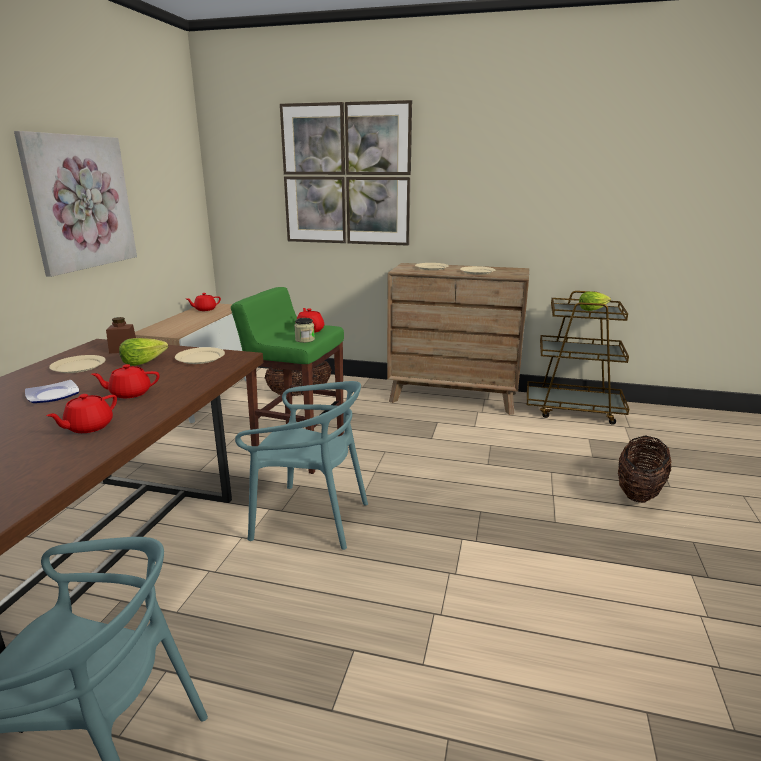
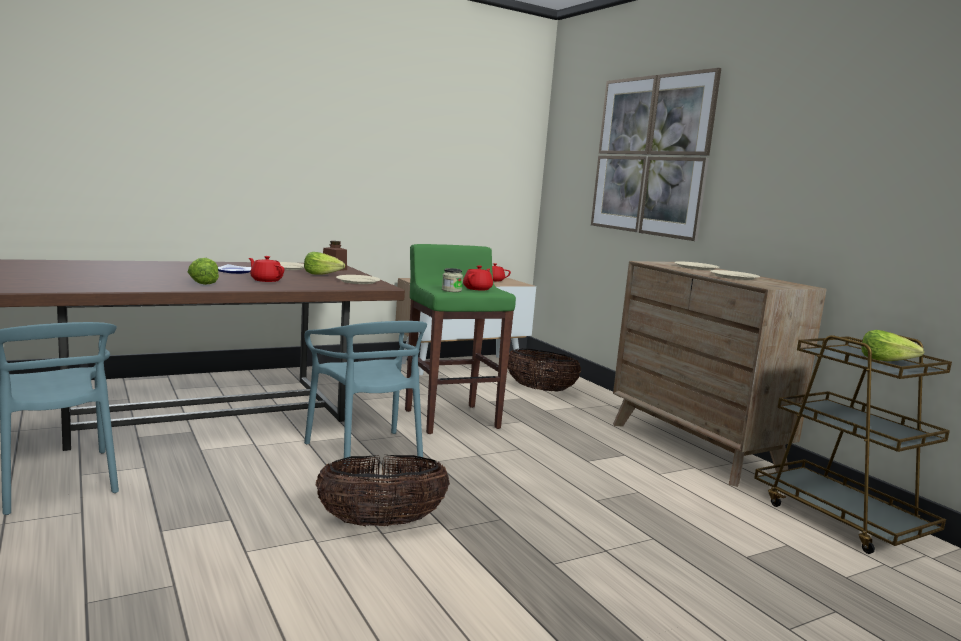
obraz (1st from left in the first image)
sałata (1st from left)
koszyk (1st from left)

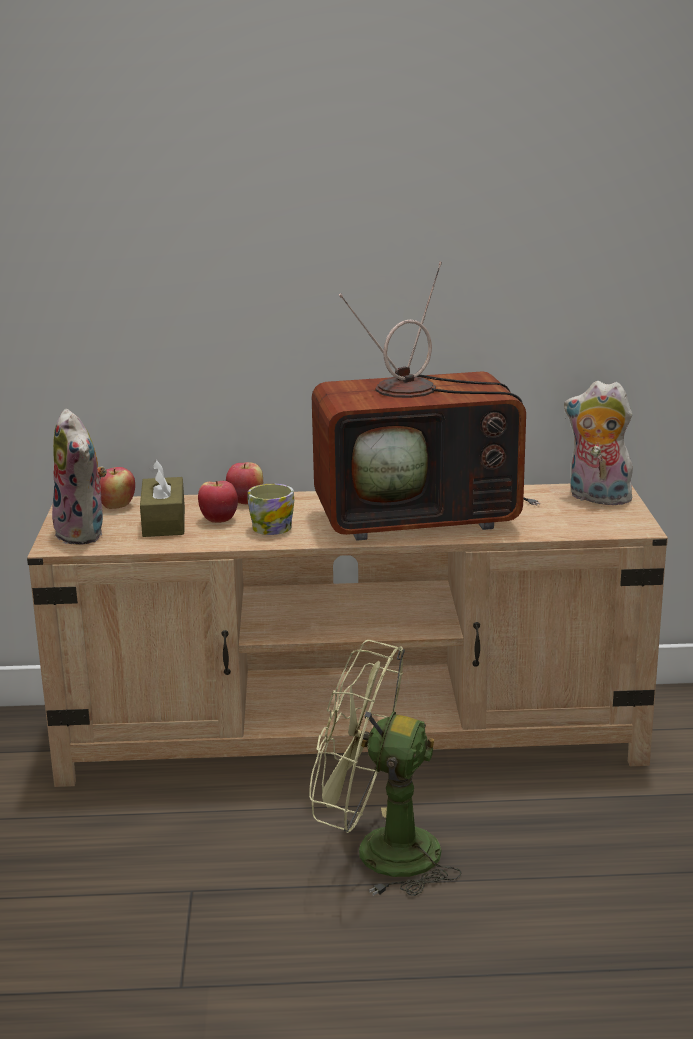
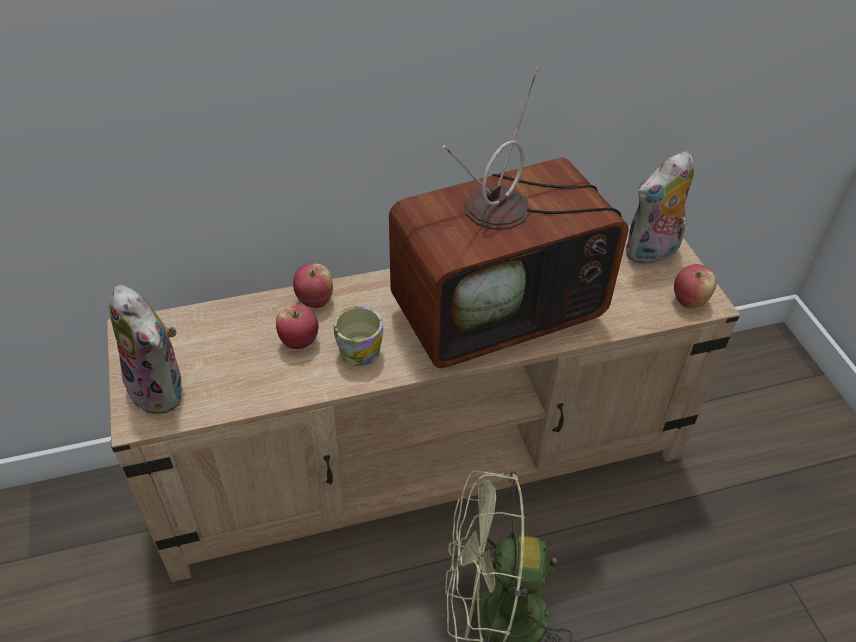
jabłko (3rd from left)
pudełko chusteczek (brązowy)
pluszak (2nd from left)

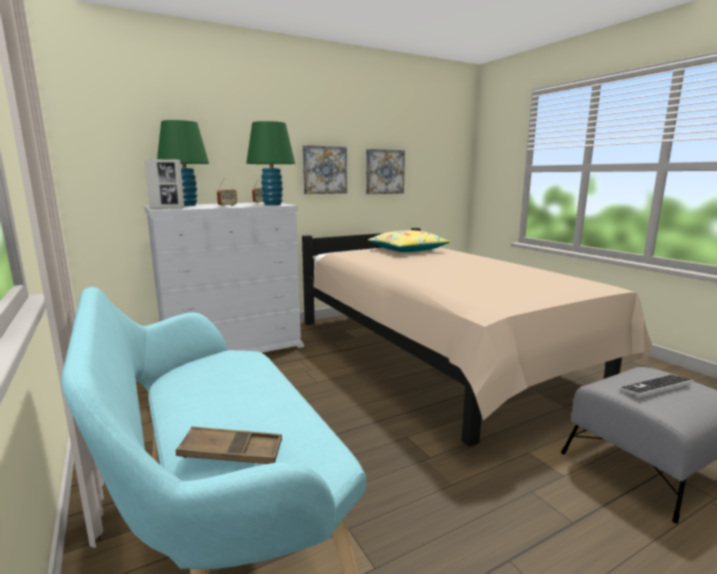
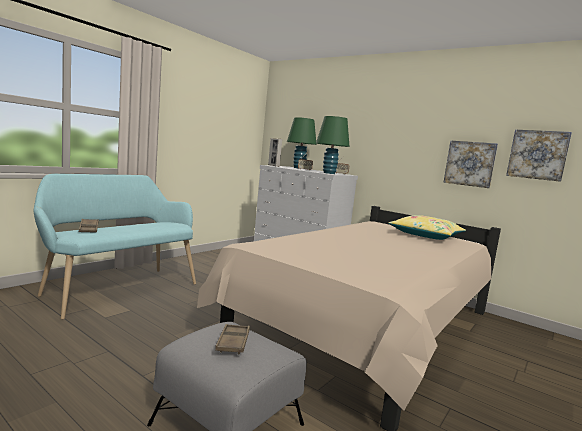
obraz (2nd from left)
taca (brązowy) (2nd from left)

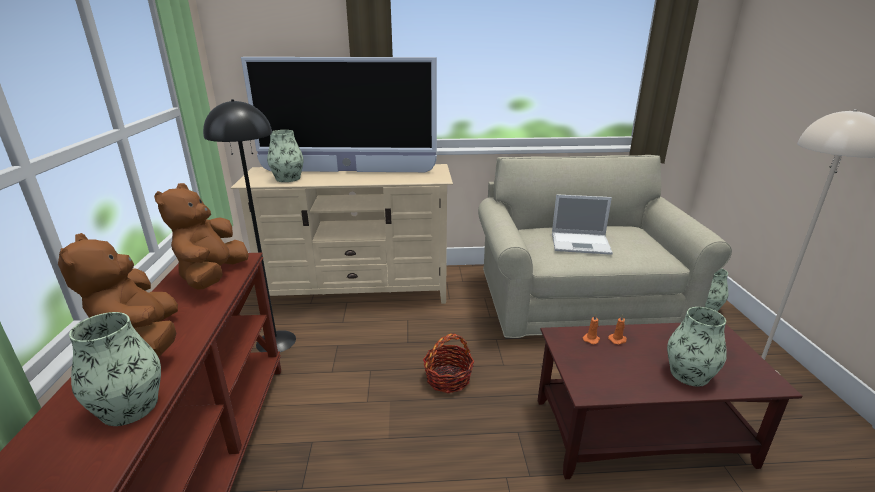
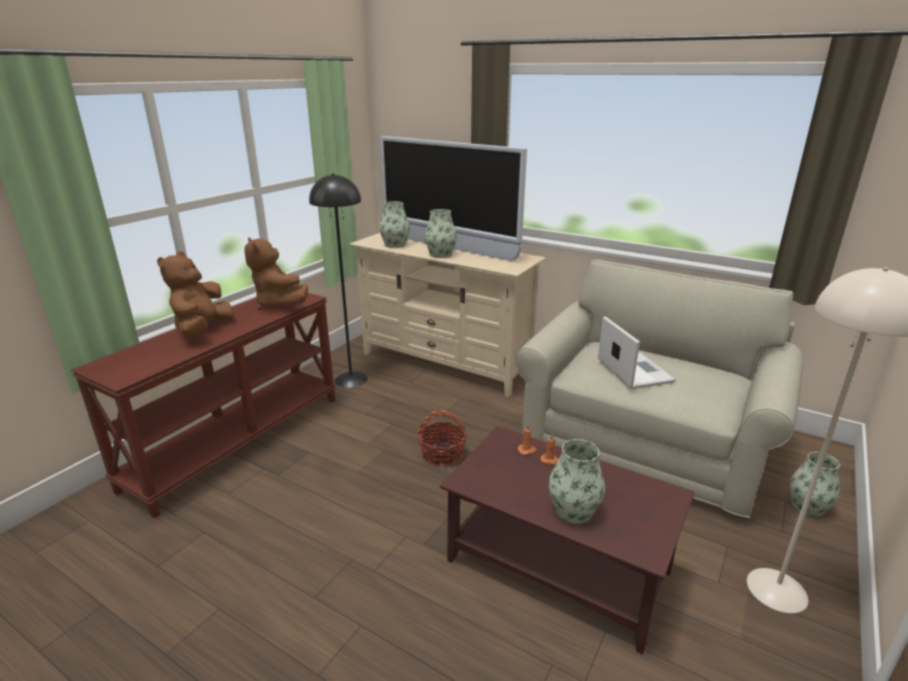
wazon (2nd from left)
pluszak (brązowy) (2nd from left)
laptop

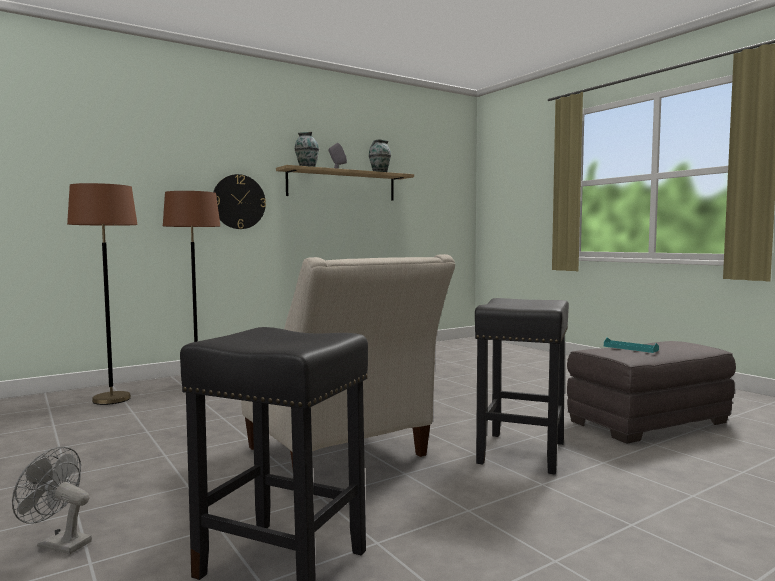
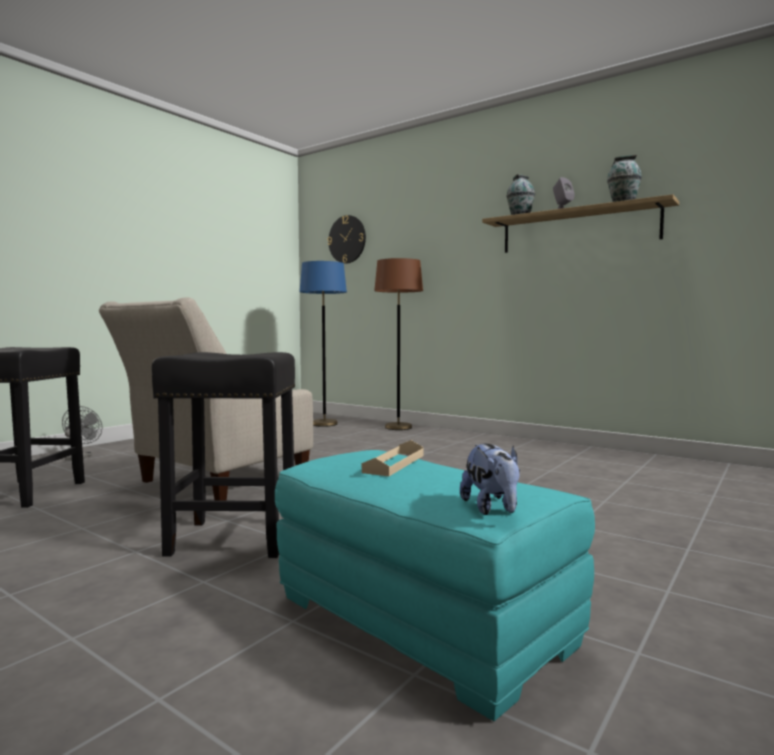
lampa stojąca (niebieski)
zegar ścienny
pufa (turkusowy)
taca (beżowy)
pluszak

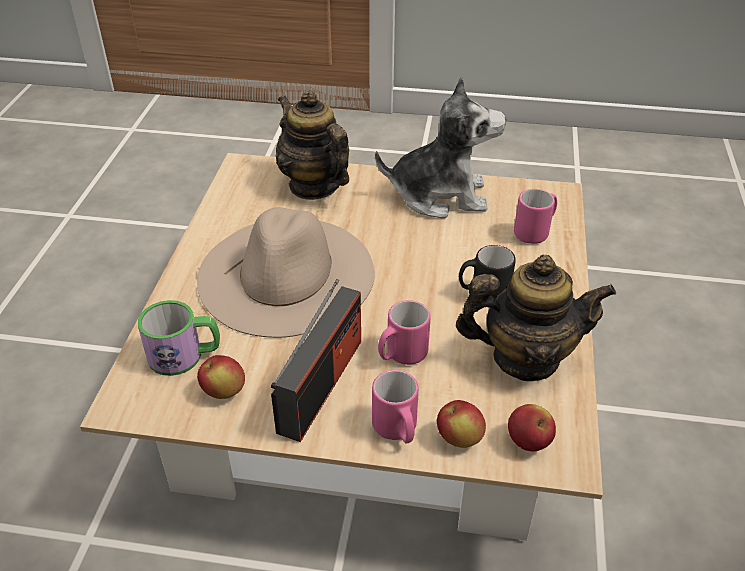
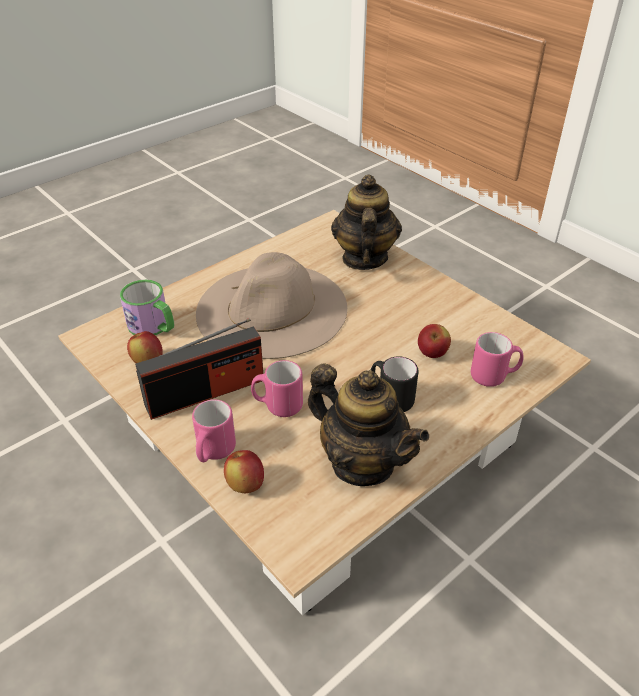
pluszak
jabłko (3rd from left)

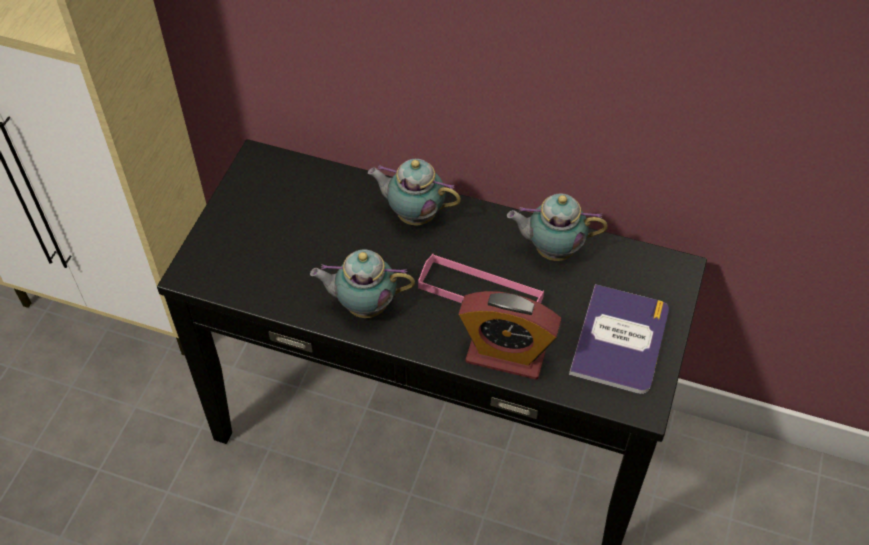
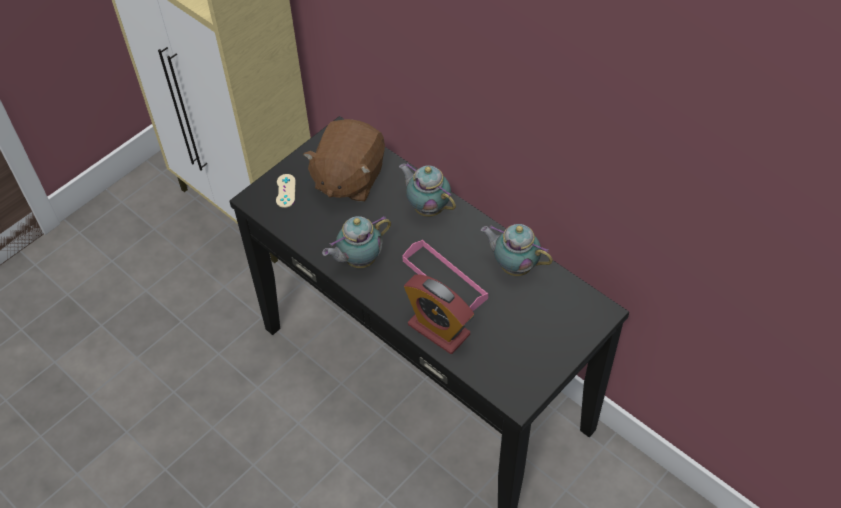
imbryk (1st from left)
książka
pad do gier (beżowy)
pluszak (brązowy)

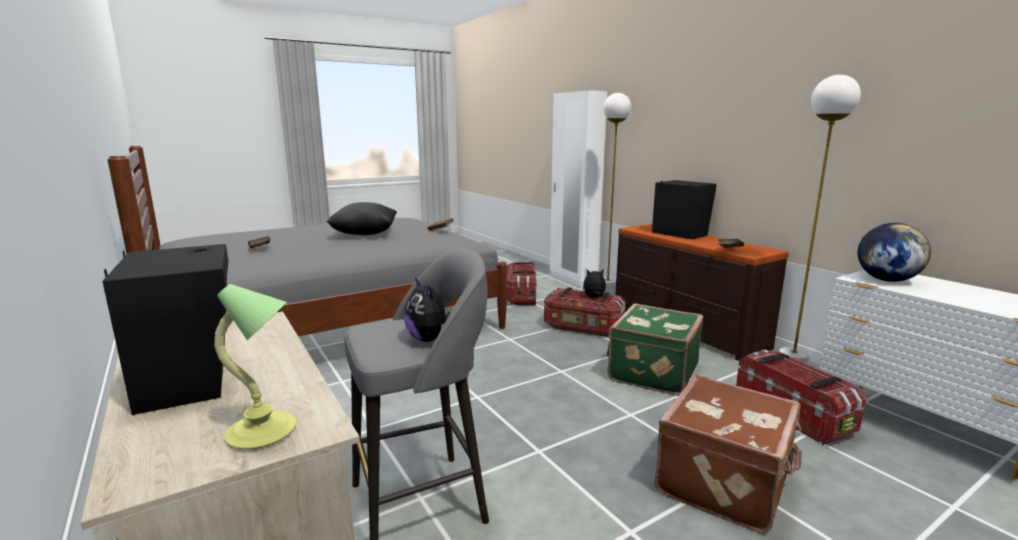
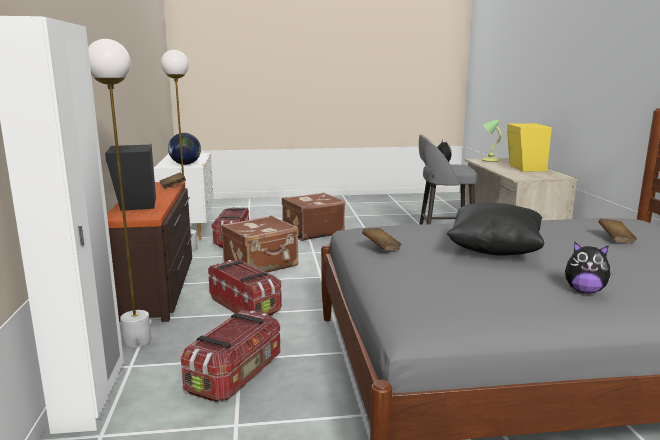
głośnik (żółty)
pluszak (2nd from left)
walizka (brązowy) (1st from left)

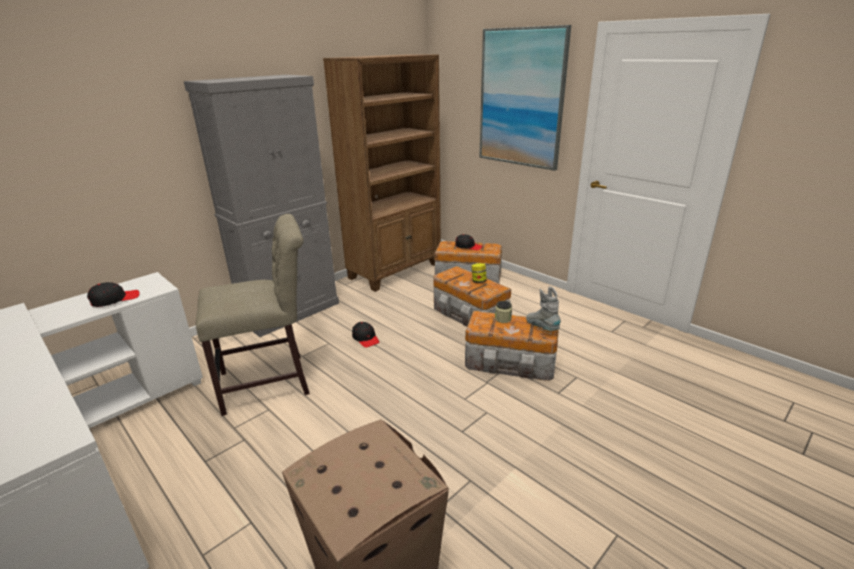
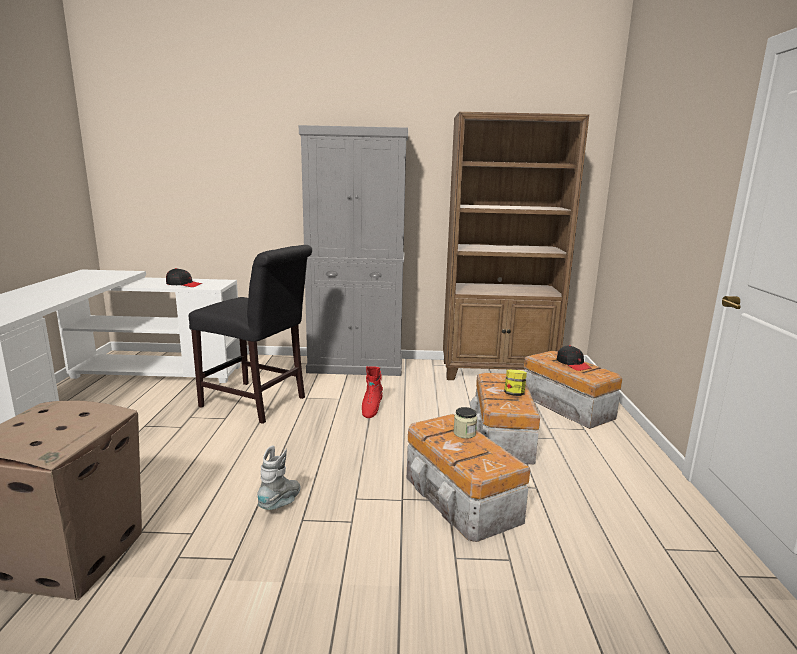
krzesło (czarny)
but z cholewką (czerwony)
obraz
but z cholewką (szary)

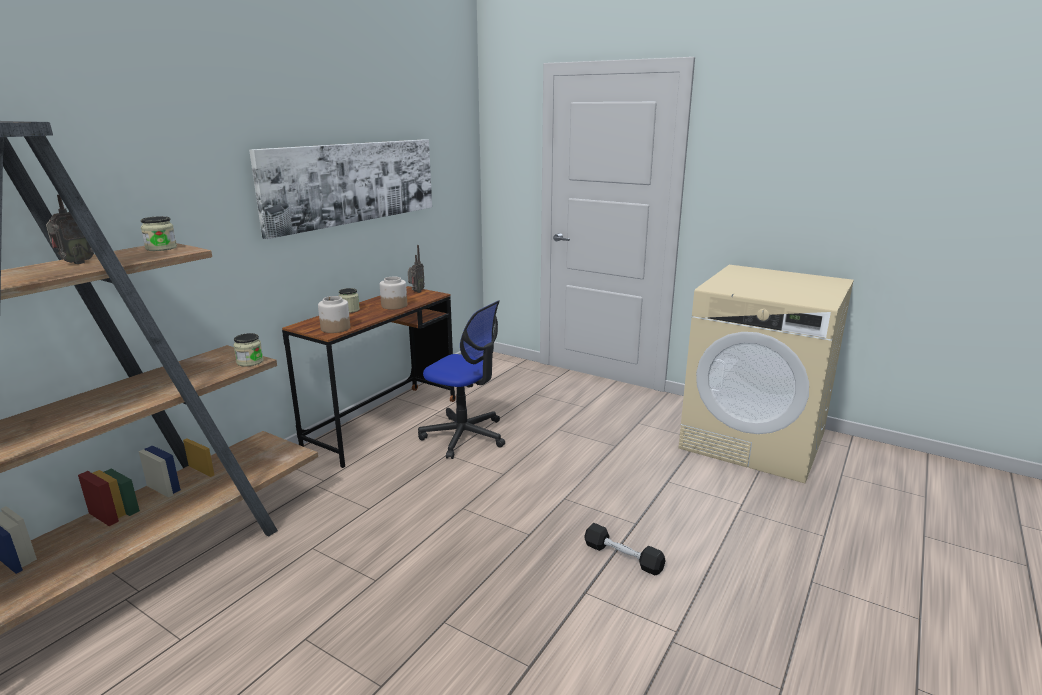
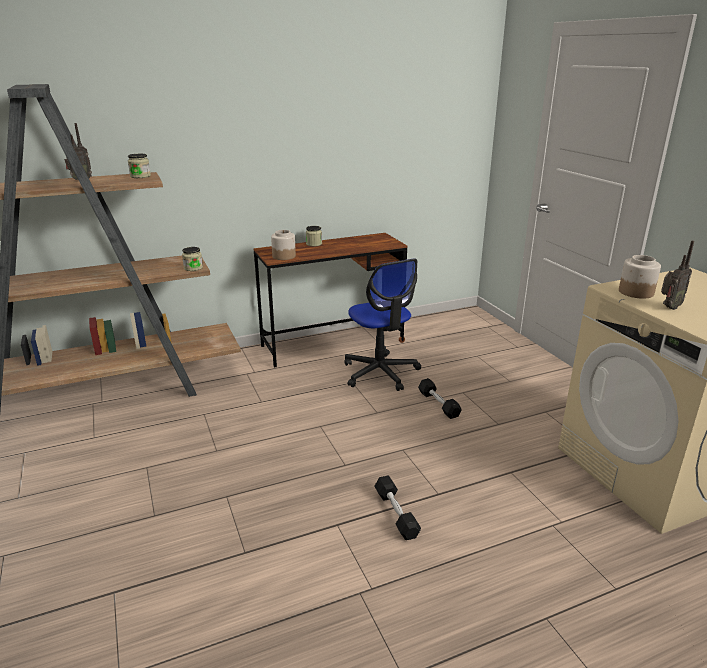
obraz
słoik (5th from left)
radio (2nd from left)
hantel (czarny) (2nd from left)

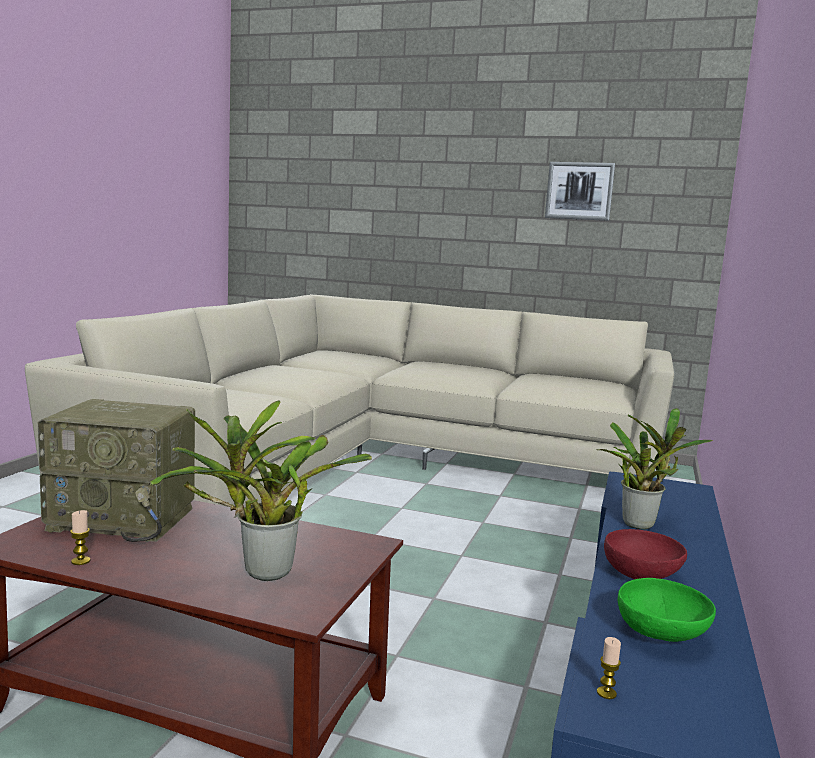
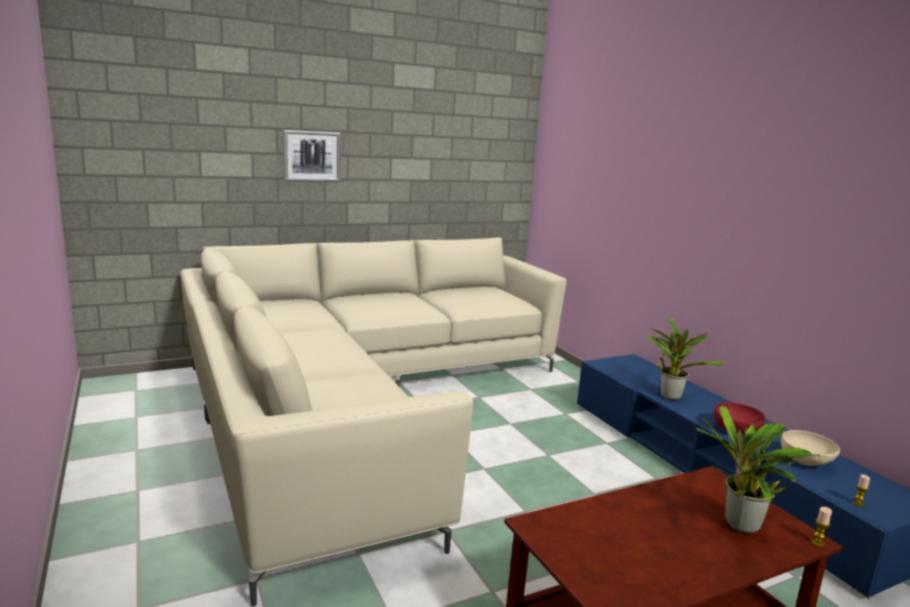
radio
świeca (1st from left)
obraz
miska (beżowy)

